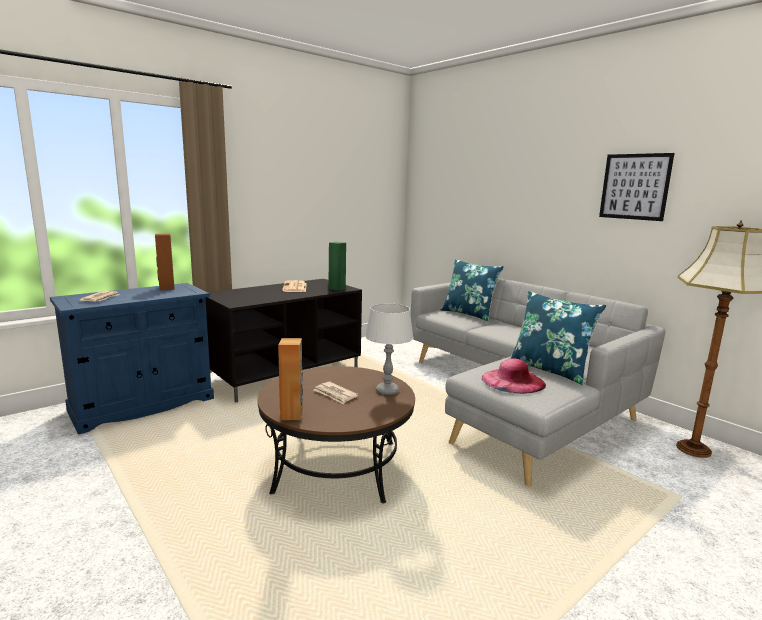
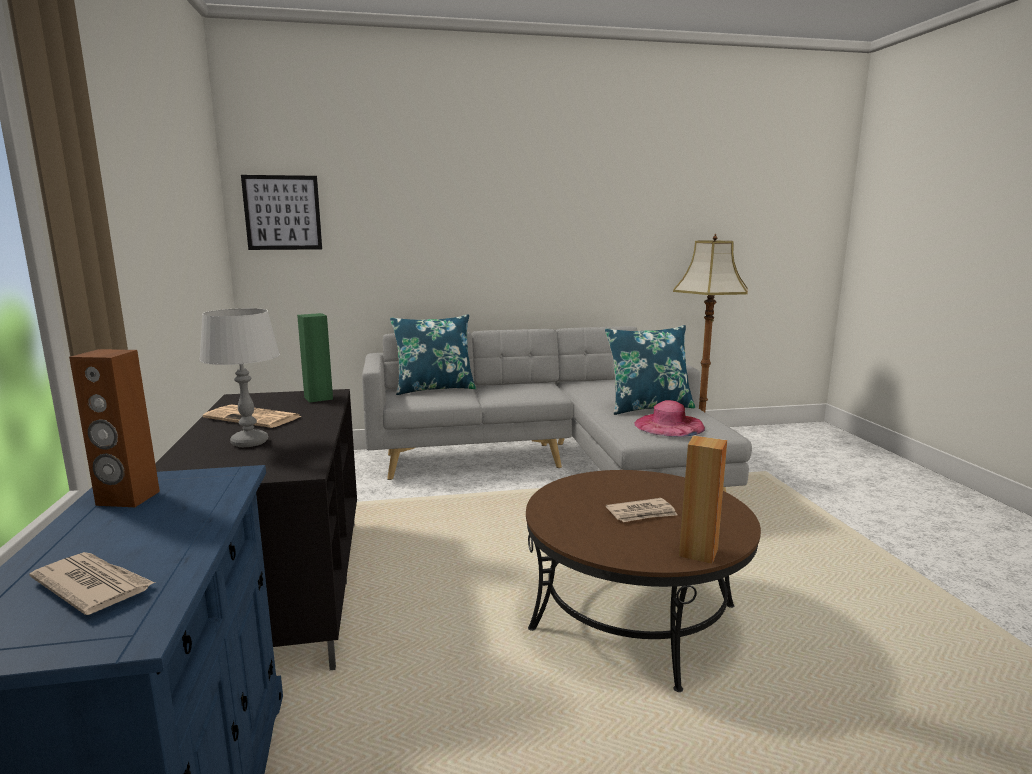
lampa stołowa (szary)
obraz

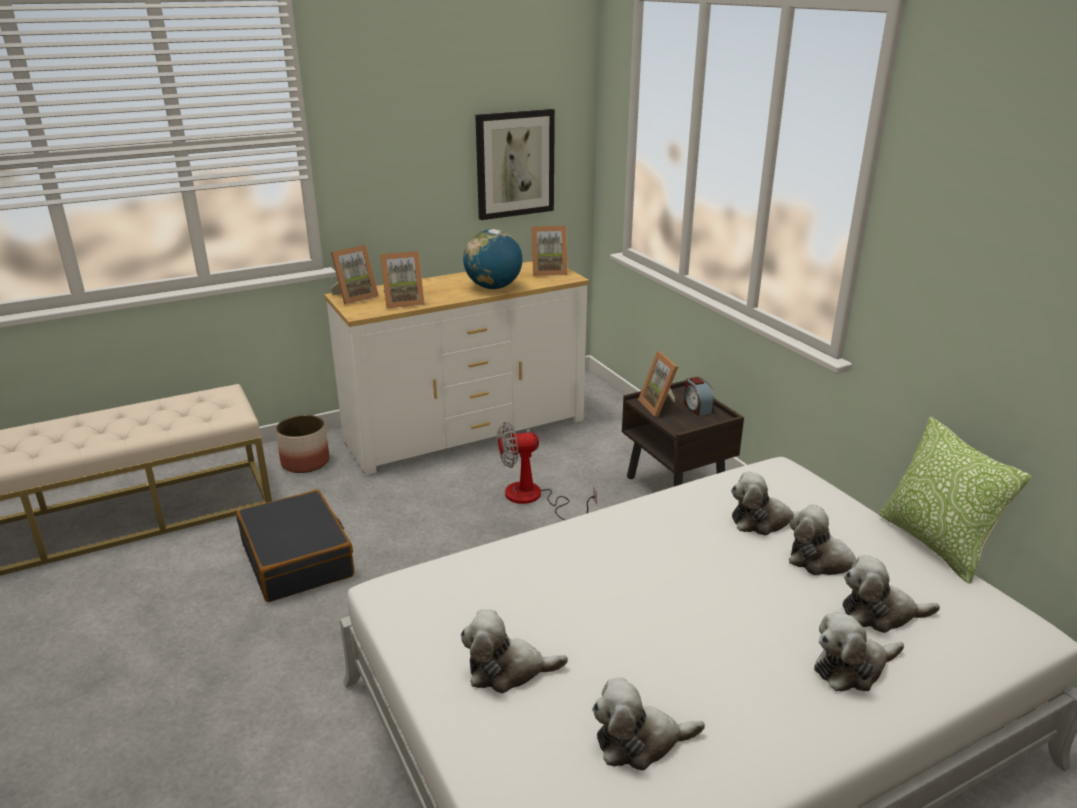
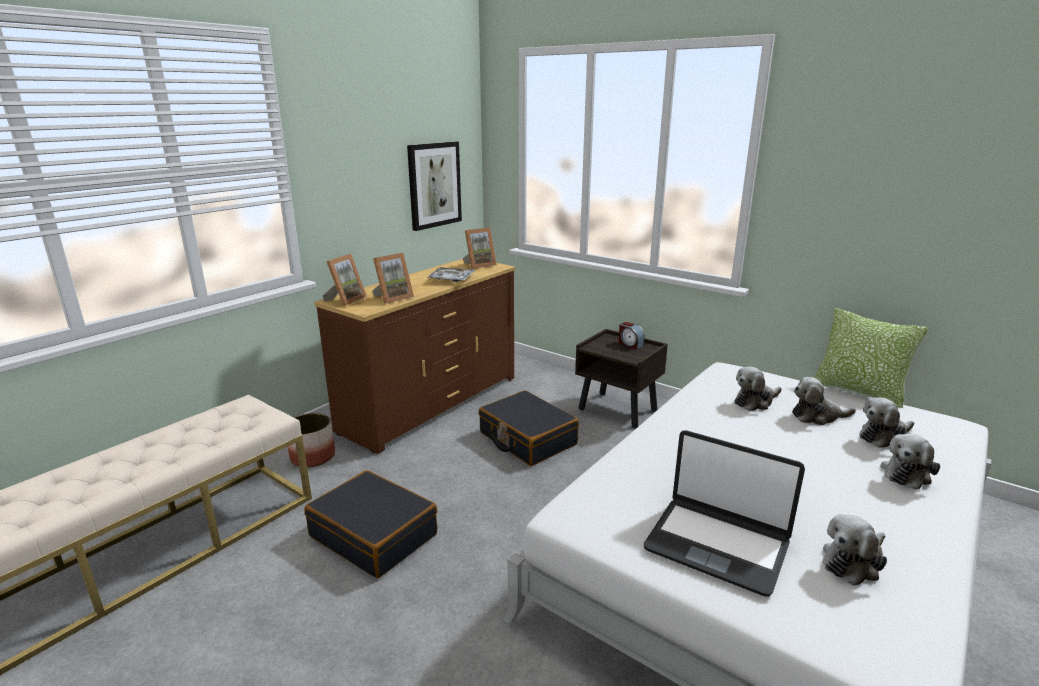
komoda (brązowy)
laptop
taca
walizka (czarny) (2nd from left)
ramka na zdjęcie (4th from left in the first image)

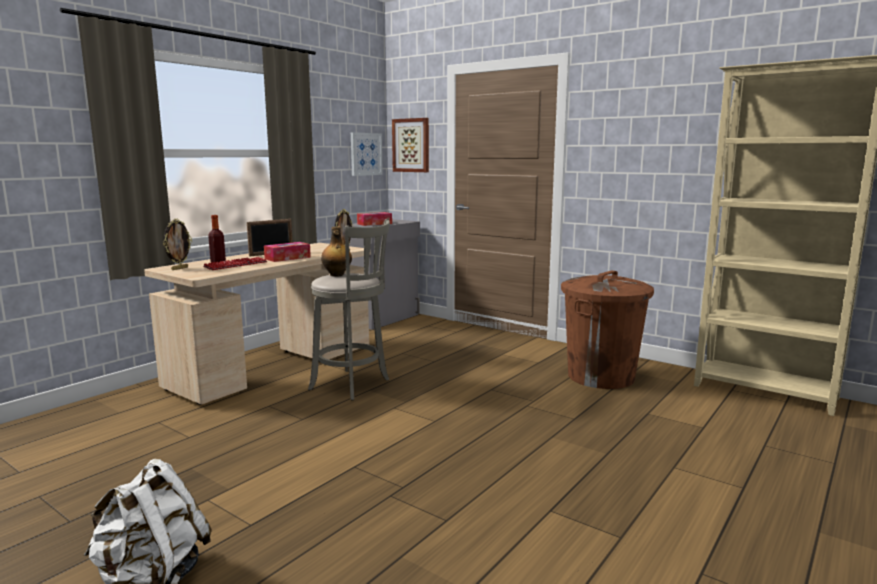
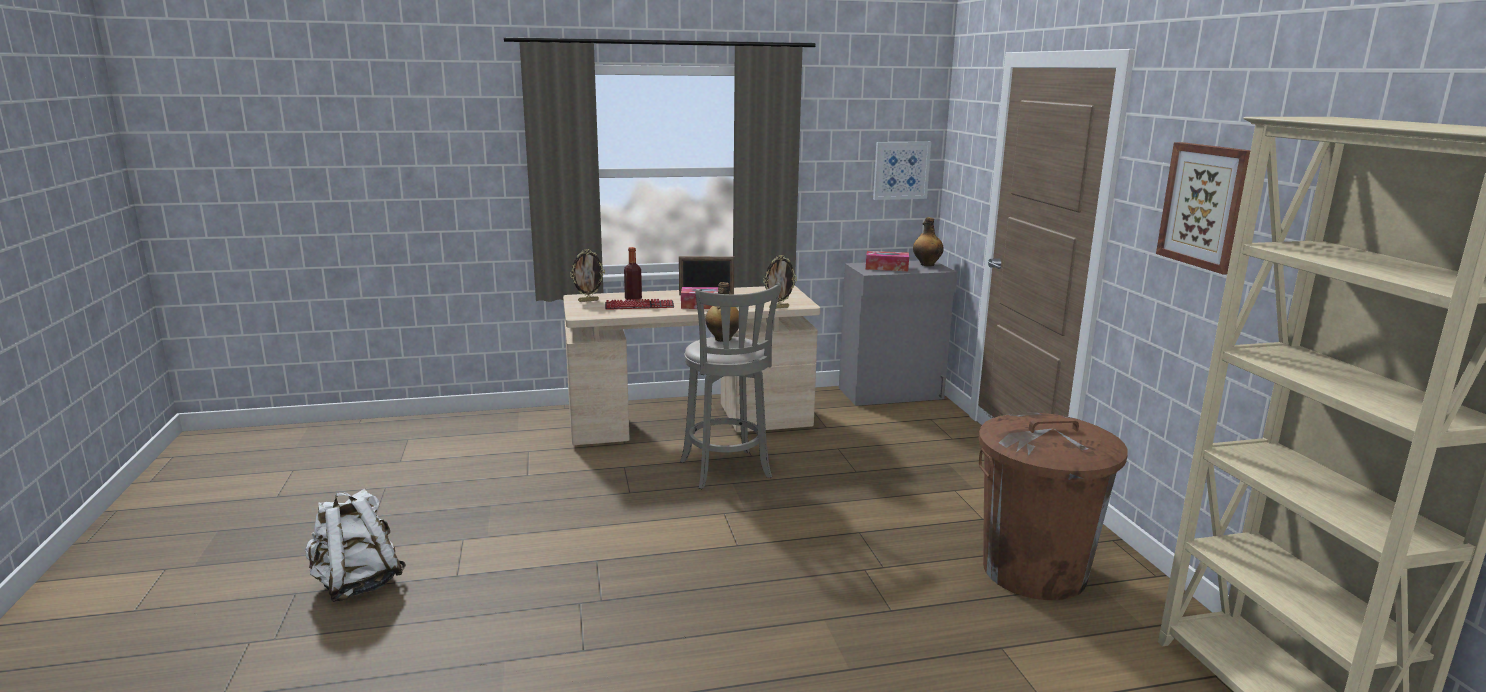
obraz (2nd from left)
butelka (3rd from left)

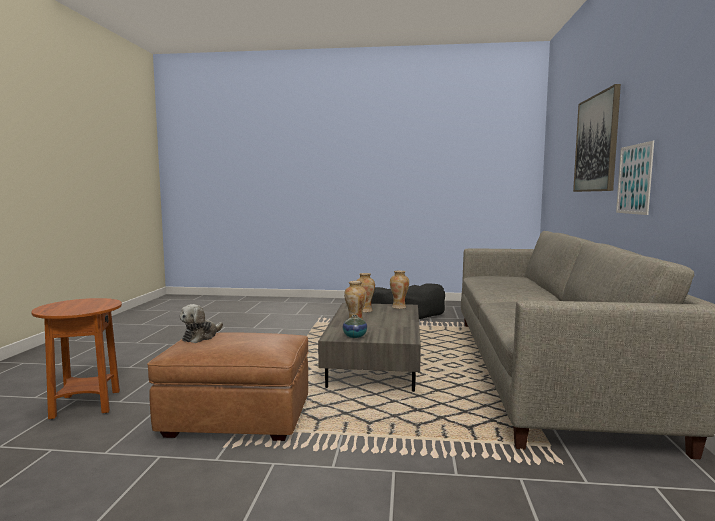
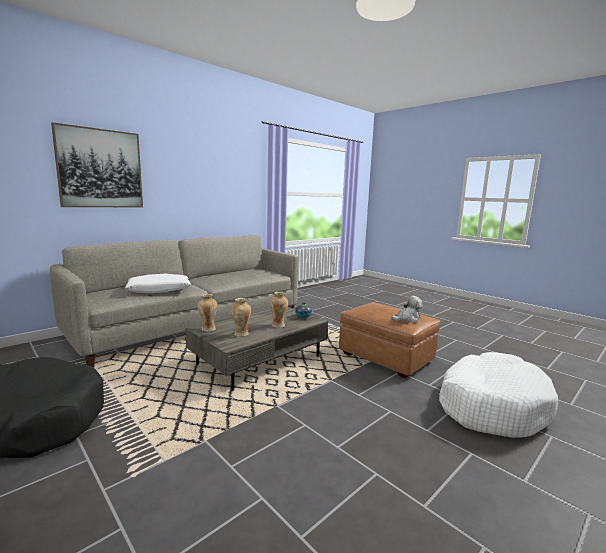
legowisko (biały)
obraz (2nd from left in the first image)
poduszka (biały)

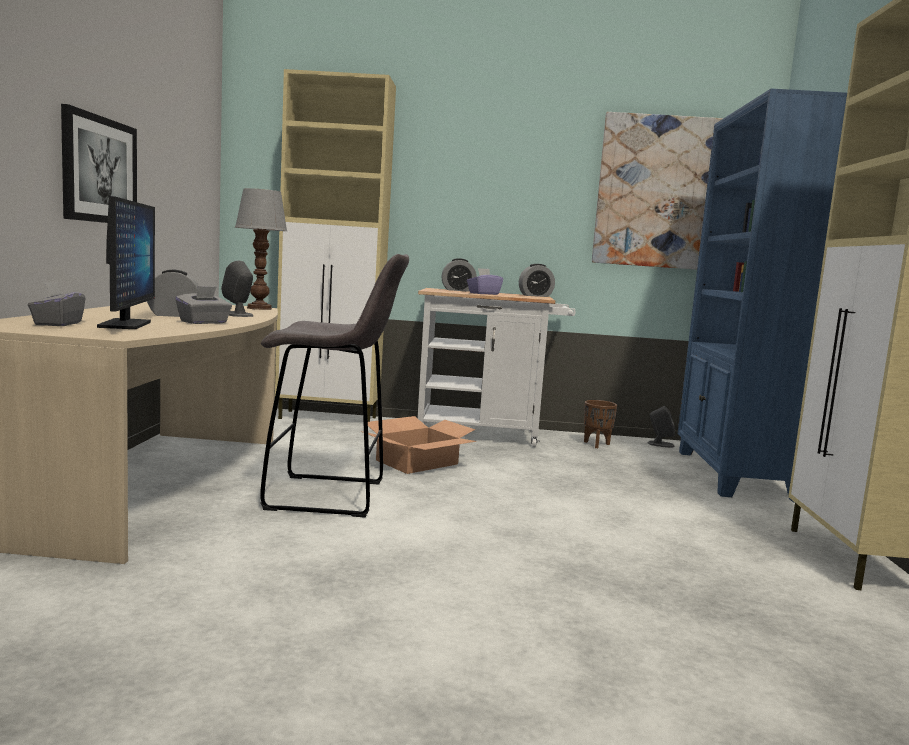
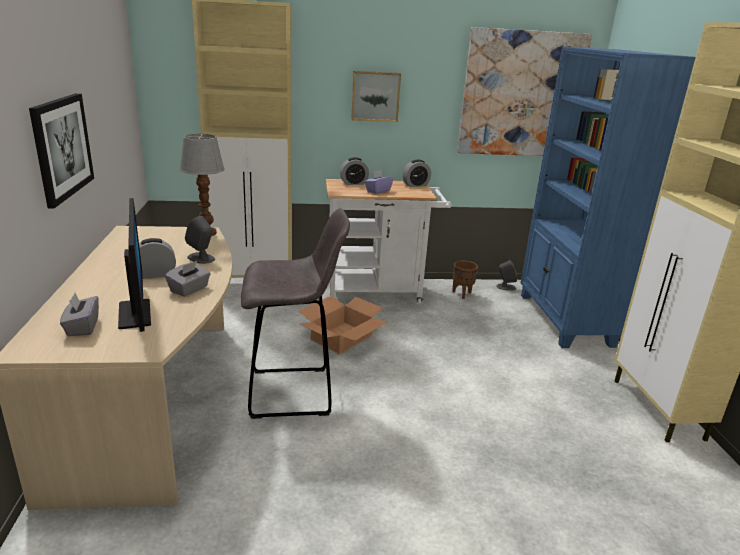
obraz (2nd from left)

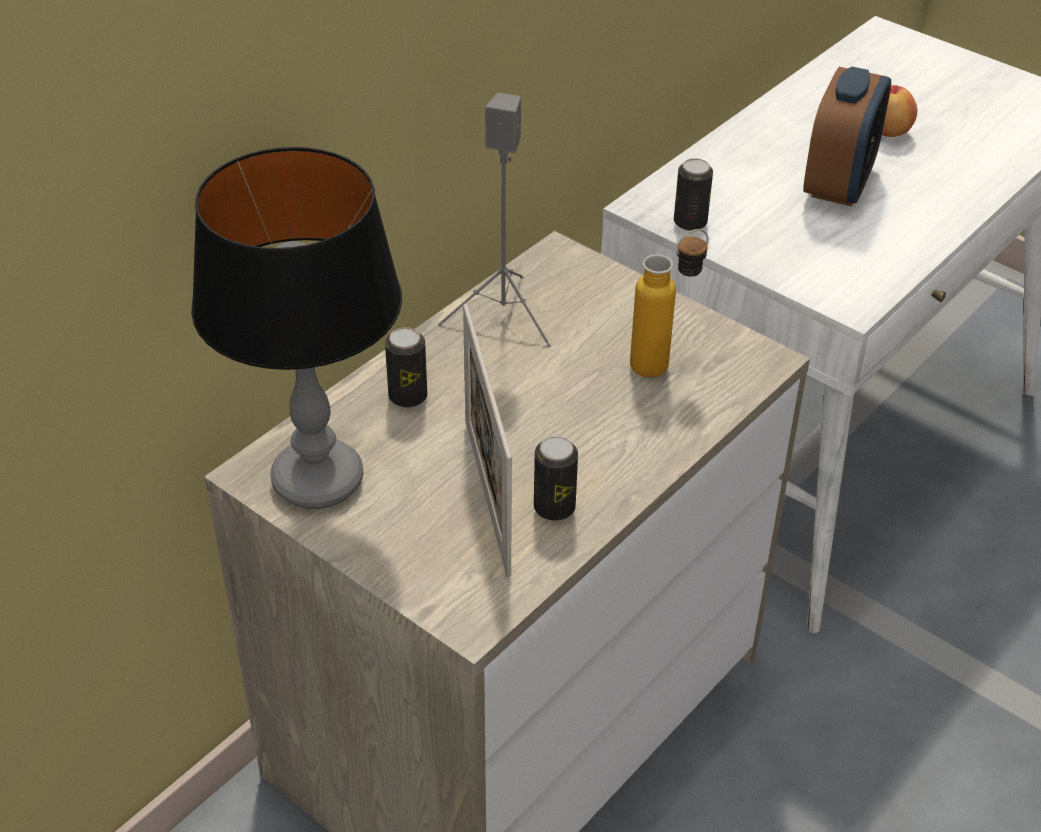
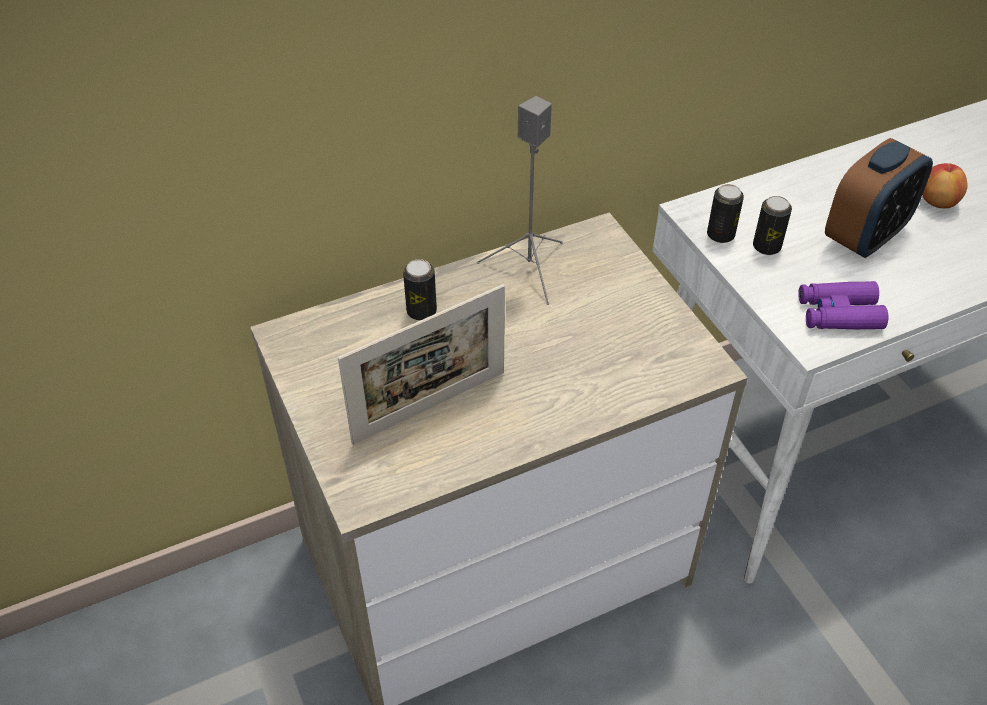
lampa stołowa
ramka na zdjęcie
puszka (3rd from left)
butelka
lornetka (fioletowy)

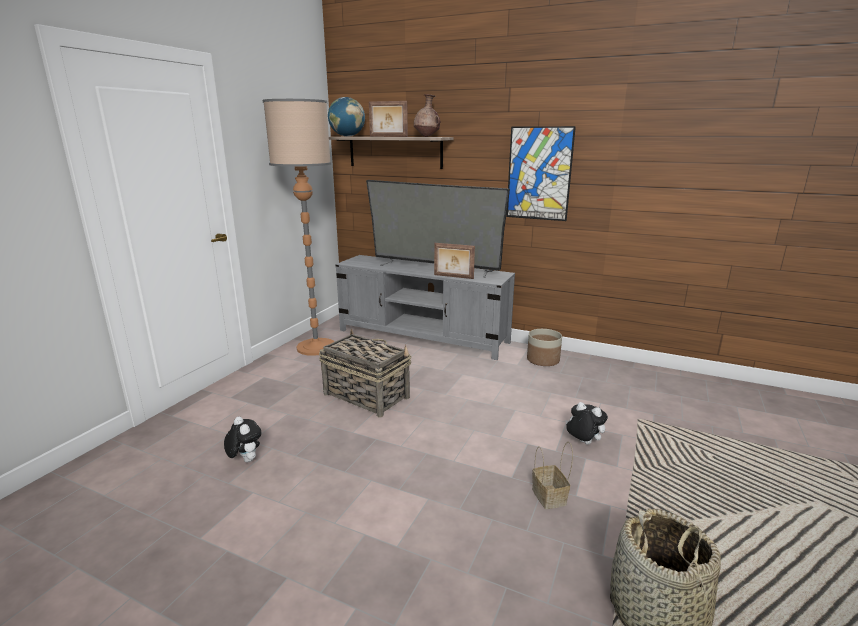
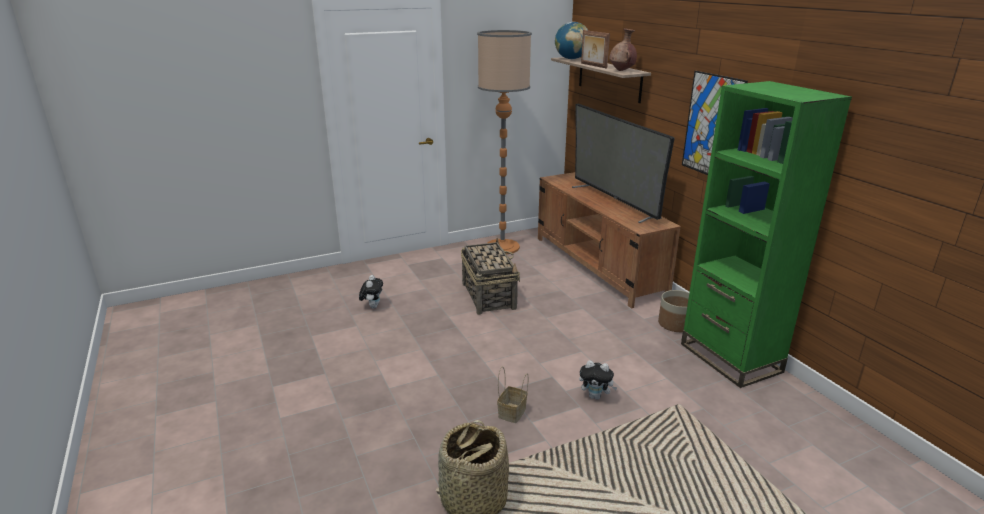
szafka pod telewizor (brązowy)
ramka na zdjęcie (2nd from left in the first image)
pluszak (2nd from left)
regał (zielony)

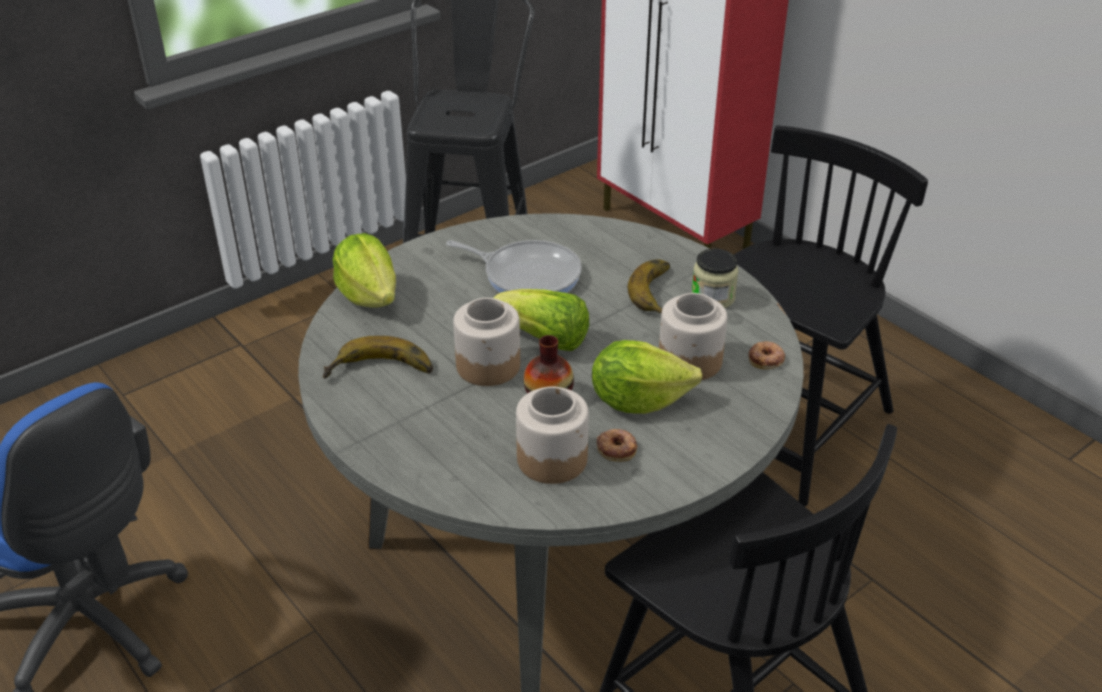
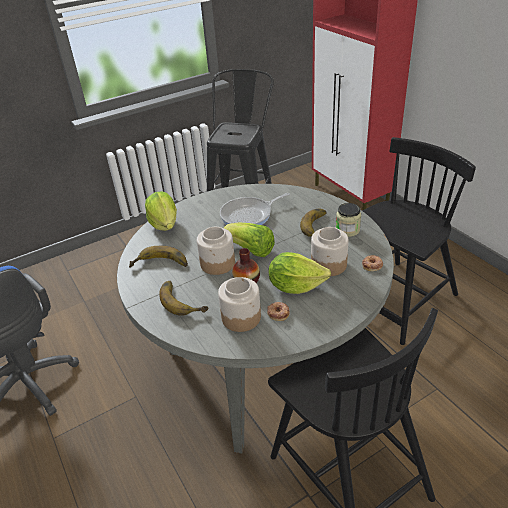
patelnia
banan (2nd from left)

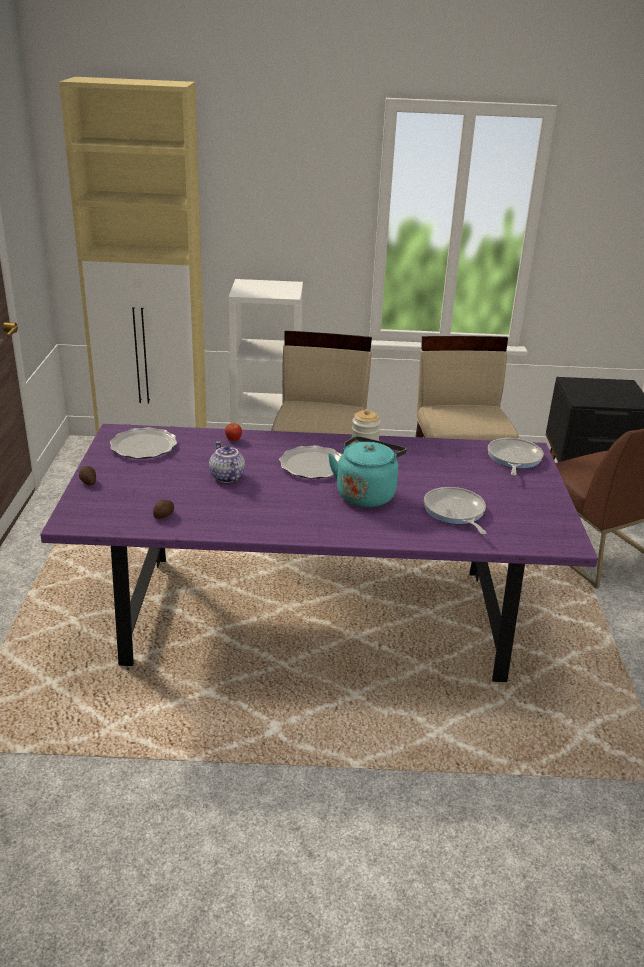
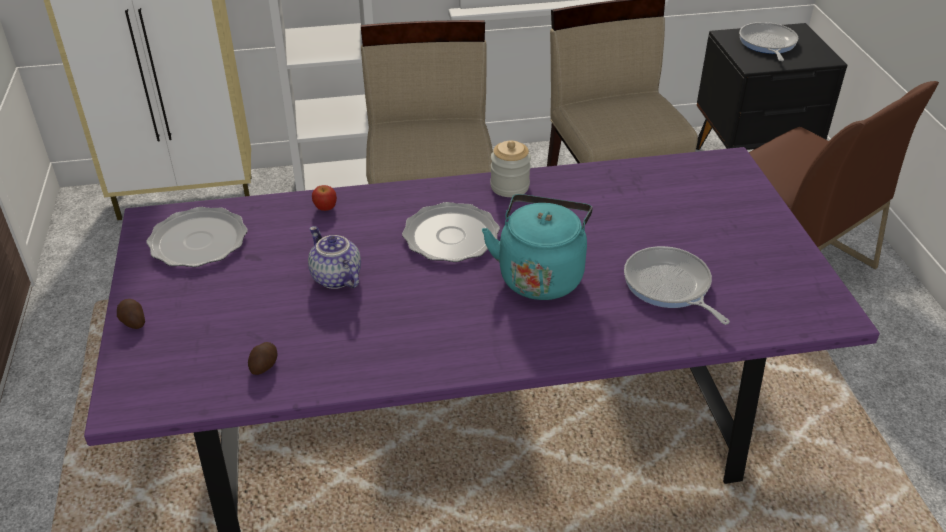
patelnia (2nd from left)

